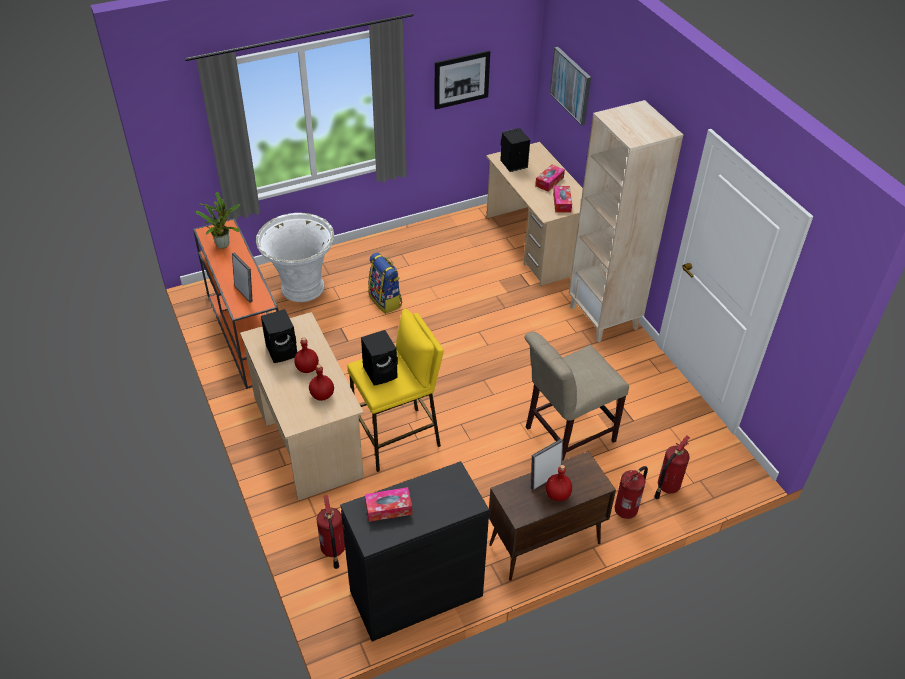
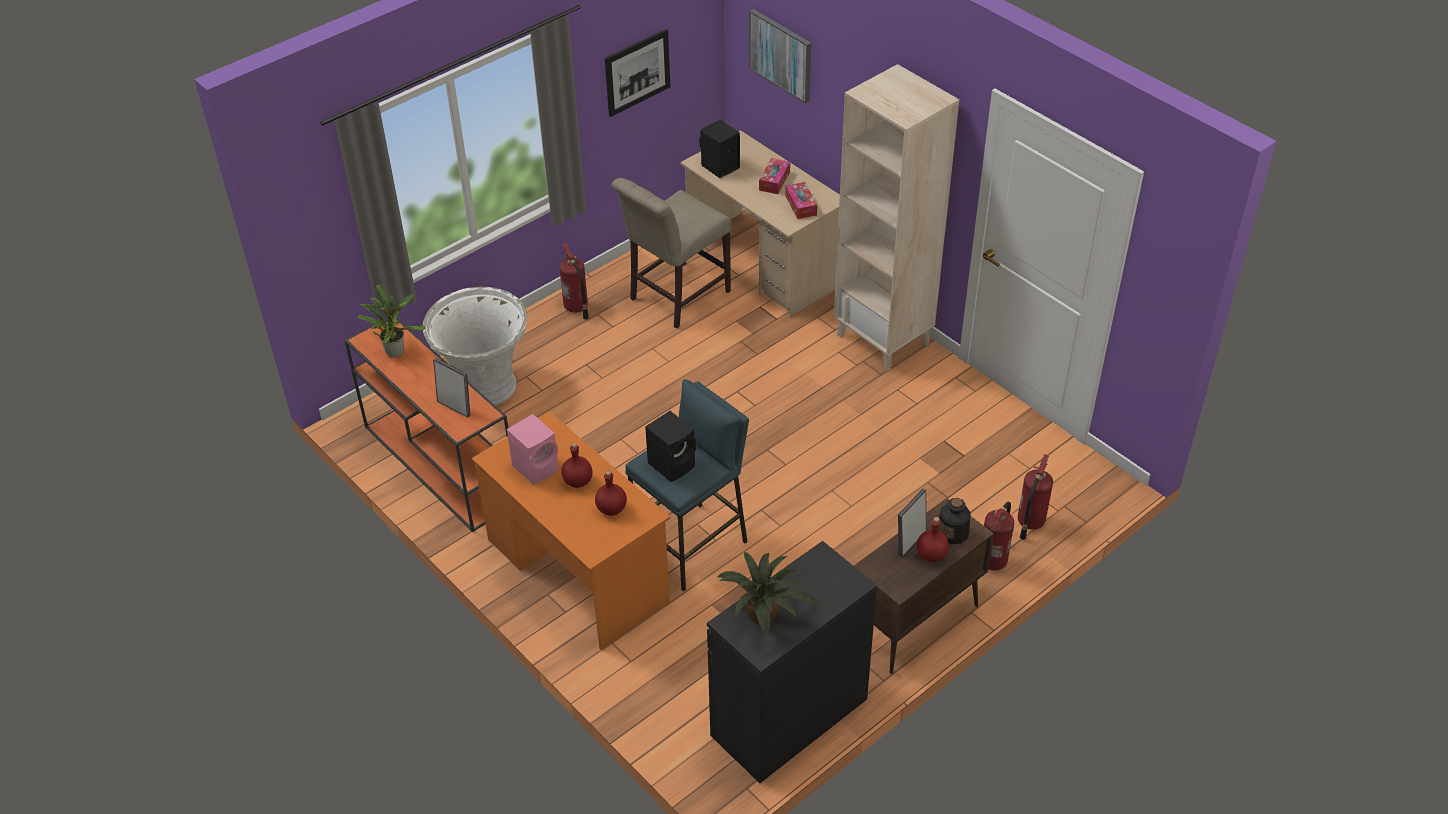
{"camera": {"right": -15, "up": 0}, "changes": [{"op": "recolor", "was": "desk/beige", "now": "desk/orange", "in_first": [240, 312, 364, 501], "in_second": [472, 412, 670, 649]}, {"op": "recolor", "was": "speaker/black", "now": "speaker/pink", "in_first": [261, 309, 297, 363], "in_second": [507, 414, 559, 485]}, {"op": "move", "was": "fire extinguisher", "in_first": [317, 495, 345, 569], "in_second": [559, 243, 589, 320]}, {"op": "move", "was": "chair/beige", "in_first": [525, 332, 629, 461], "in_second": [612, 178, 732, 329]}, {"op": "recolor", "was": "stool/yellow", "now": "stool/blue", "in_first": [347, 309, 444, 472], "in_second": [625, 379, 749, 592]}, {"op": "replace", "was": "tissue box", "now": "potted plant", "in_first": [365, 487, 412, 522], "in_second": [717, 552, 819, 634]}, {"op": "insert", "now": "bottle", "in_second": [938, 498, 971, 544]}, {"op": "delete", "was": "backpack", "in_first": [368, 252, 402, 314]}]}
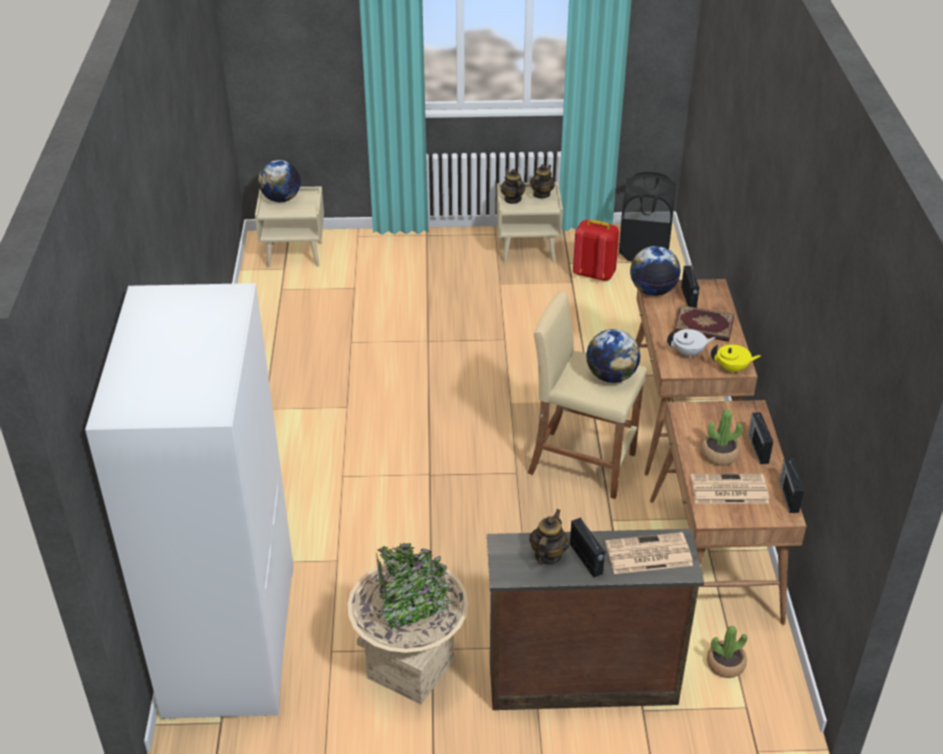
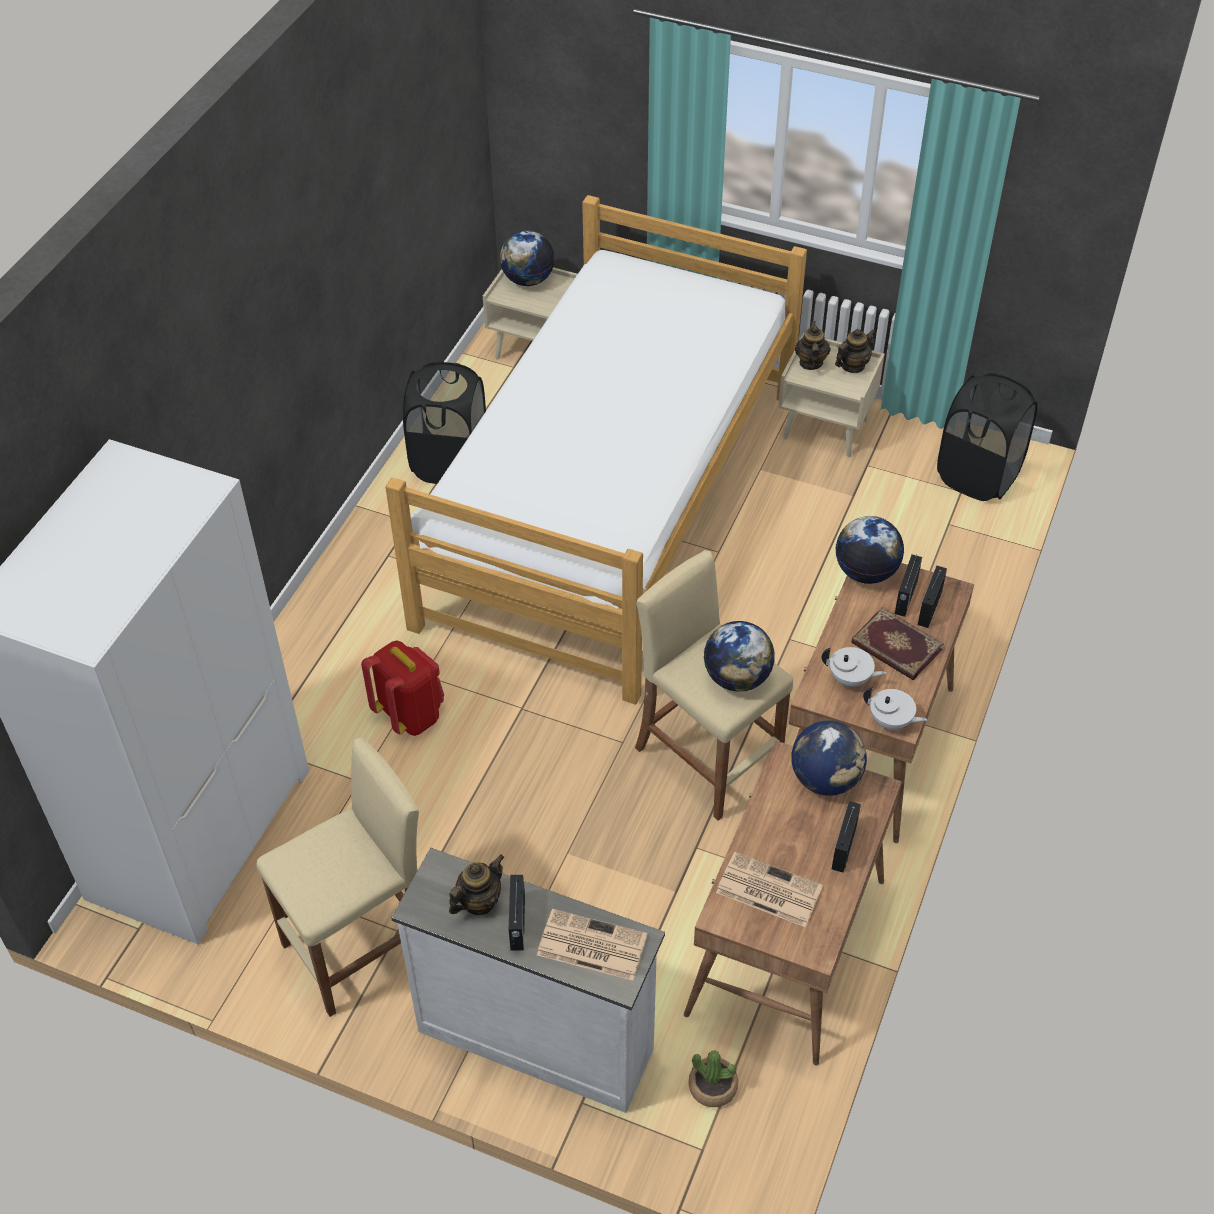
{"camera": {"right": 25, "up": 10}, "changes": [{"op": "replace", "was": "planter/beige", "now": "stool/beige", "in_first": [348, 543, 468, 705], "in_second": [257, 737, 419, 1017]}, {"op": "move", "was": "backpack/red", "in_first": [573, 219, 619, 281], "in_second": [361, 640, 444, 736]}, {"op": "insert", "now": "bed", "in_second": [385, 195, 807, 705]}, {"op": "recolor", "was": "dresser/brown", "now": "dresser/white", "in_first": [487, 529, 704, 710], "in_second": [391, 848, 665, 1113]}, {"op": "insert", "now": "laundry basket/black", "in_second": [403, 361, 486, 484]}, {"op": "insert", "now": "globe", "in_second": [791, 721, 867, 796]}, {"op": "recolor", "was": "teapot/yellow", "now": "teapot/white", "in_first": [711, 345, 761, 374], "in_second": [863, 687, 927, 730]}, {"op": "move", "was": "radio", "in_first": [779, 458, 804, 513], "in_second": [918, 565, 947, 628]}, {"op": "delete", "was": "potted plant", "in_first": [701, 409, 743, 466]}]}
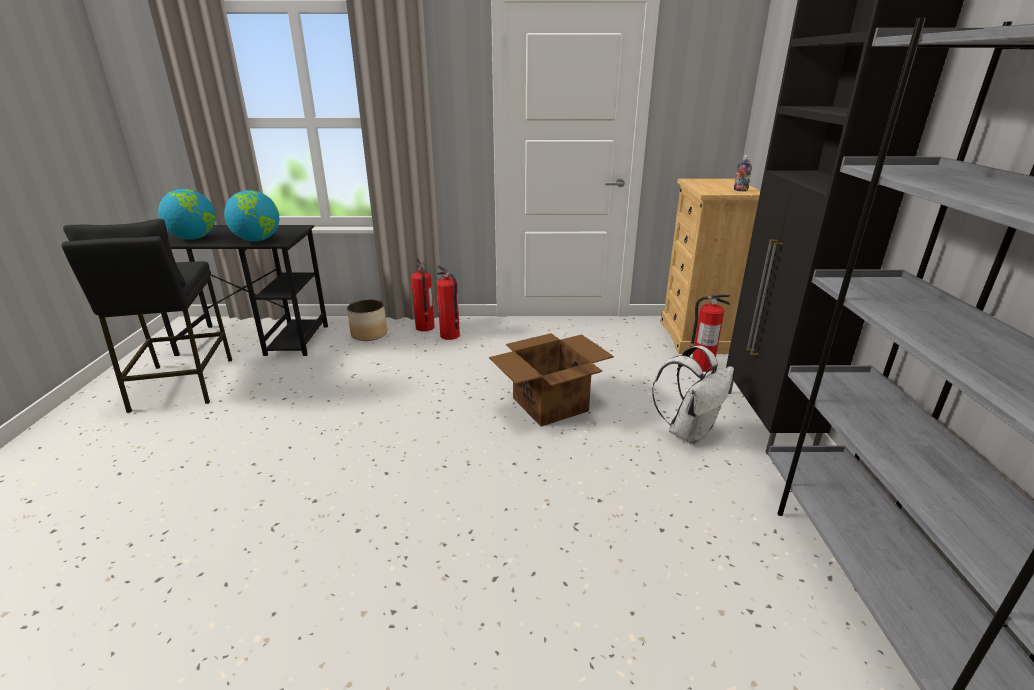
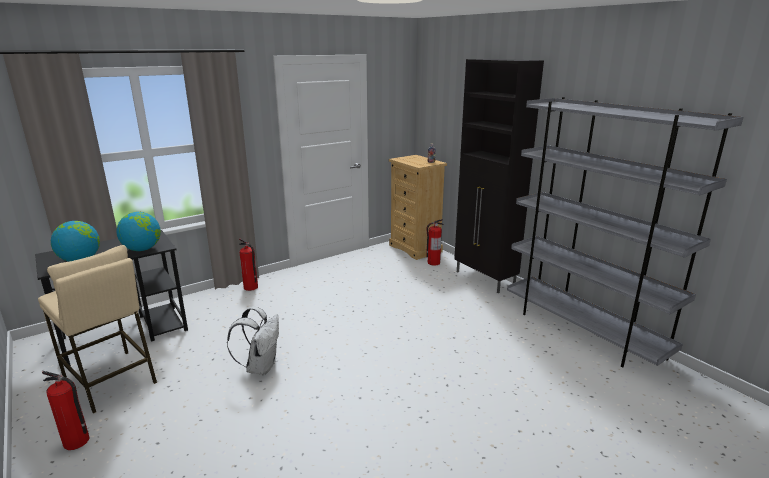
{"camera": {"right": -35, "up": -5}, "changes": [{"op": "recolor", "was": "stool/black", "now": "stool/beige", "in_first": [61, 219, 232, 413], "in_second": [38, 245, 157, 414]}, {"op": "move", "was": "fire extinguisher", "in_first": [437, 265, 460, 340], "in_second": [42, 371, 90, 450]}, {"op": "move", "was": "backpack/white", "in_first": [652, 346, 734, 444], "in_second": [227, 306, 279, 375]}, {"op": "delete", "was": "planter", "in_first": [347, 299, 387, 341]}, {"op": "delete", "was": "cardboard box", "in_first": [489, 333, 614, 426]}]}
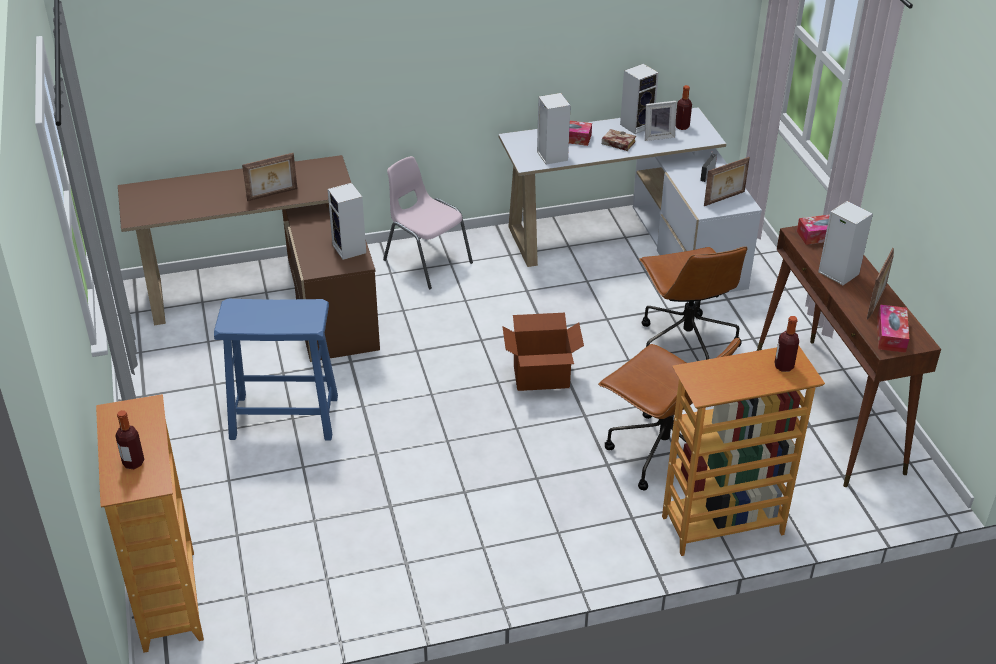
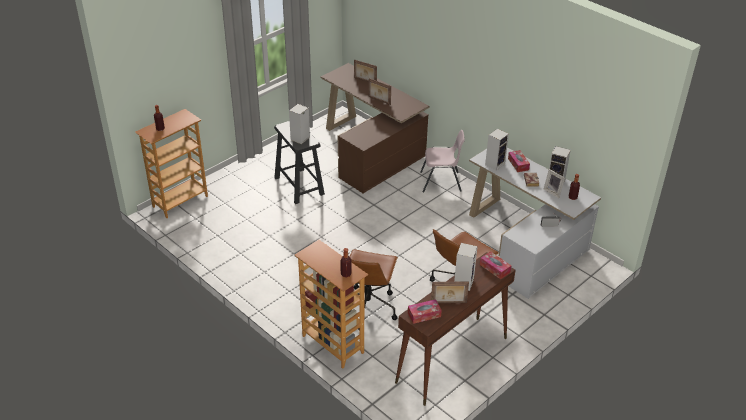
{"camera": {"right": 60, "up": 0}, "changes": [{"op": "recolor", "was": "stool/blue", "now": "stool/black", "in_first": [214, 299, 338, 440], "in_second": [274, 121, 325, 204]}, {"op": "move", "was": "speaker", "in_first": [327, 183, 366, 260], "in_second": [289, 104, 310, 144]}, {"op": "move", "was": "picture frame", "in_first": [704, 157, 750, 206], "in_second": [354, 59, 377, 82]}, {"op": "rotate", "was": "chair/pink", "in_first": [383, 156, 473, 289], "in_second": [420, 130, 465, 193], "clockwise": 75}, {"op": "delete", "was": "cardboard box", "in_first": [502, 313, 584, 391]}]}
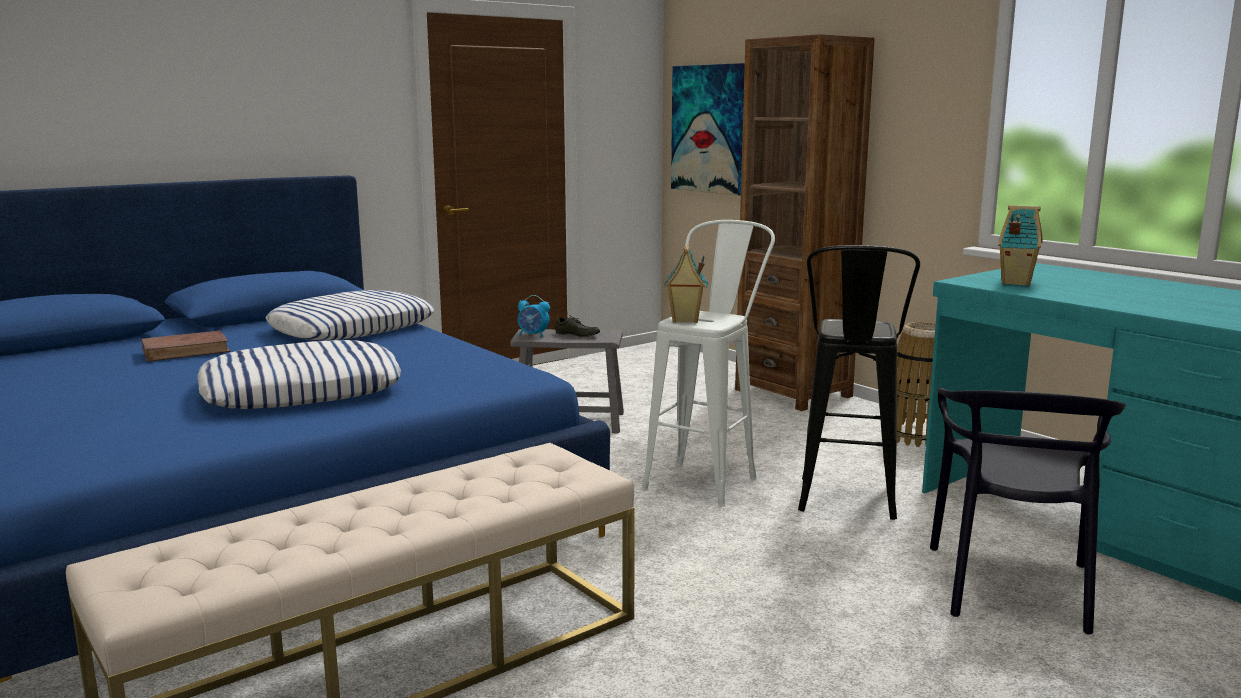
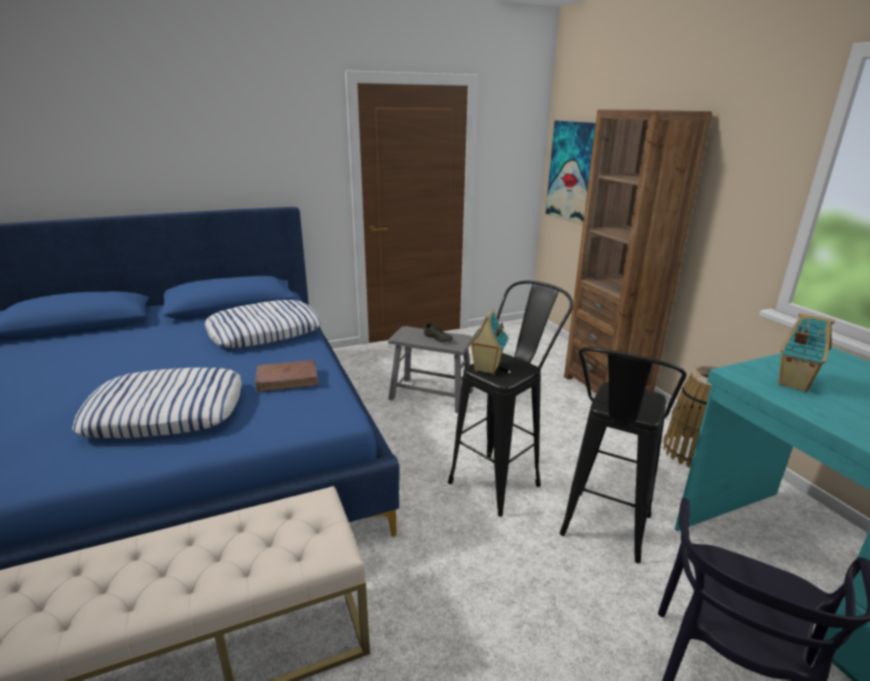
{"camera": {"right": 15, "up": 10}, "changes": [{"op": "move", "was": "book/brown", "in_first": [142, 330, 231, 362], "in_second": [255, 360, 319, 392]}, {"op": "recolor", "was": "stool/white", "now": "stool/black", "in_first": [642, 220, 775, 507], "in_second": [448, 281, 573, 517]}, {"op": "delete", "was": "alarm clock", "in_first": [518, 295, 550, 337]}]}
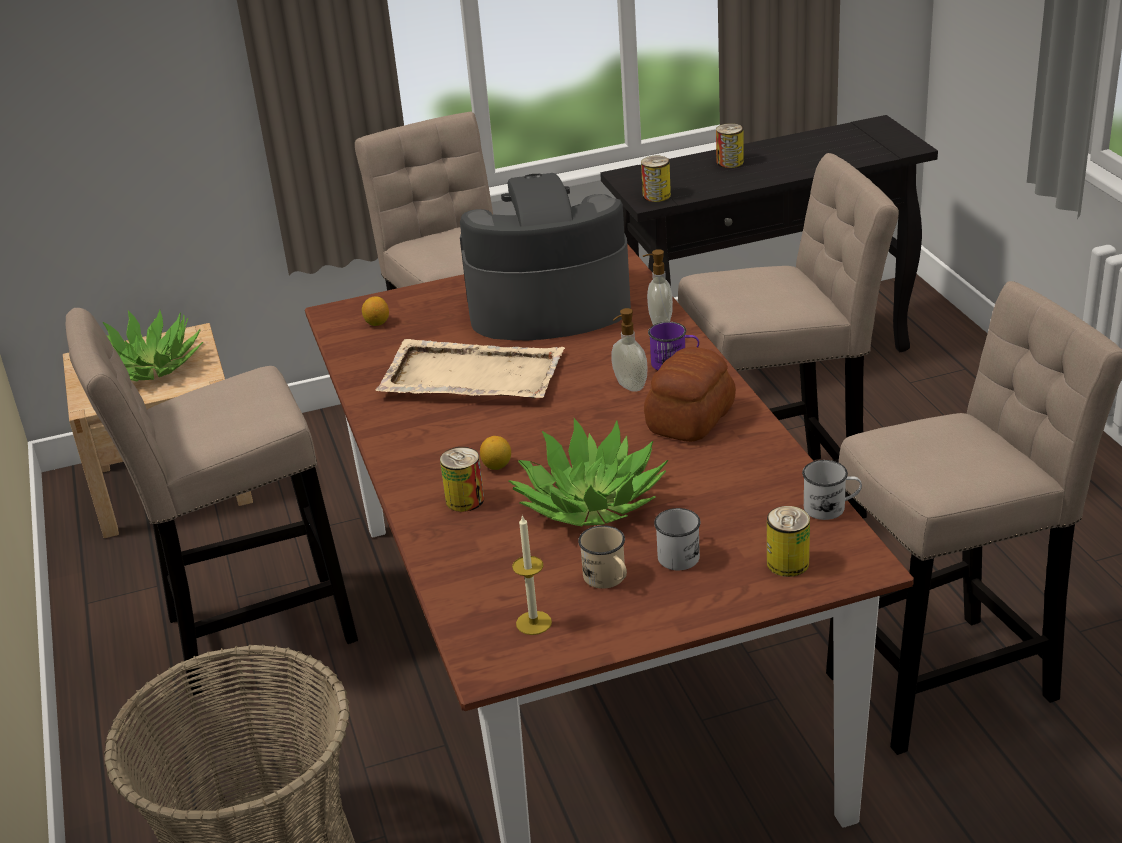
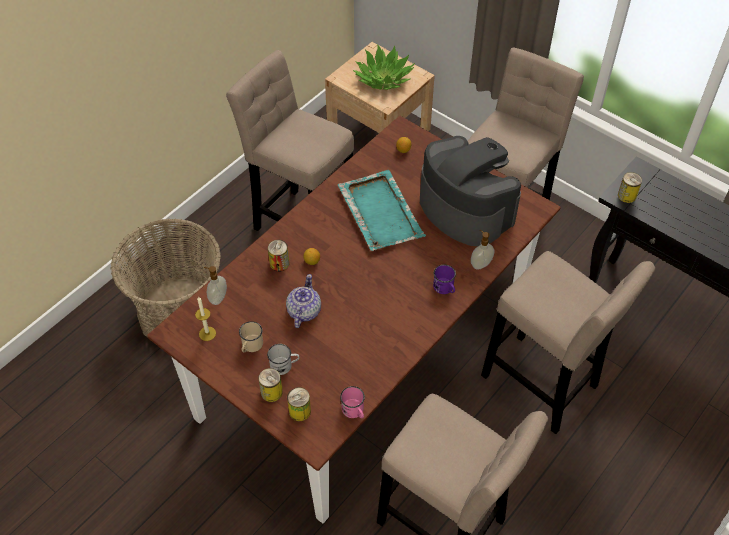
{"camera": {"right": 55, "up": 20}, "changes": [{"op": "move", "was": "soap dispenser", "in_first": [611, 308, 648, 392], "in_second": [204, 266, 227, 305]}, {"op": "move", "was": "can", "in_first": [716, 123, 744, 168], "in_second": [258, 368, 283, 402]}, {"op": "replace", "was": "potted plant", "now": "teapot", "in_first": [509, 418, 669, 526], "in_second": [286, 274, 321, 328]}, {"op": "recolor", "was": "tray/beige", "now": "tray/turquoise", "in_first": [376, 339, 565, 398], "in_second": [338, 170, 426, 251]}, {"op": "recolor", "was": "mug/white", "now": "mug/pink", "in_first": [802, 460, 862, 520], "in_second": [340, 386, 365, 418]}, {"op": "delete", "was": "bread", "in_first": [644, 347, 736, 442]}]}
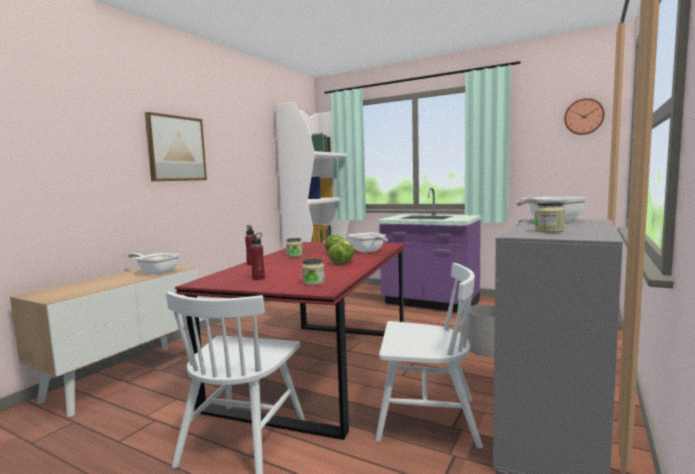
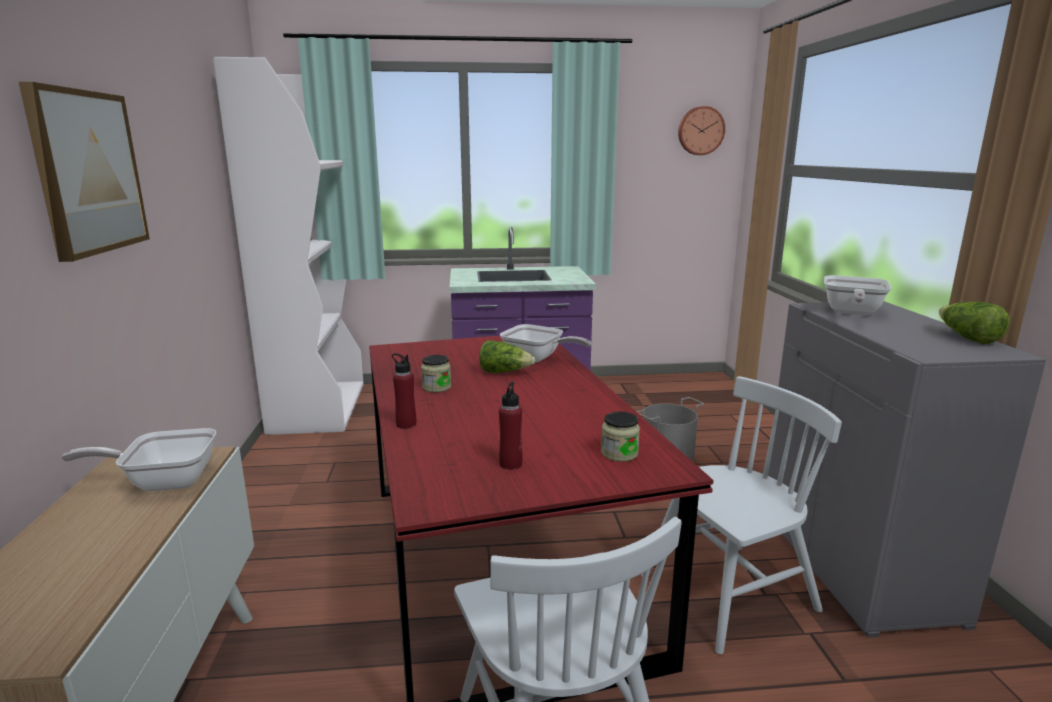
{"camera": {"right": -35, "up": 10}, "changes": [{"op": "move", "was": "lettuce", "in_first": [328, 243, 355, 265], "in_second": [939, 302, 1010, 344]}, {"op": "delete", "was": "jar", "in_first": [535, 202, 565, 233]}]}
